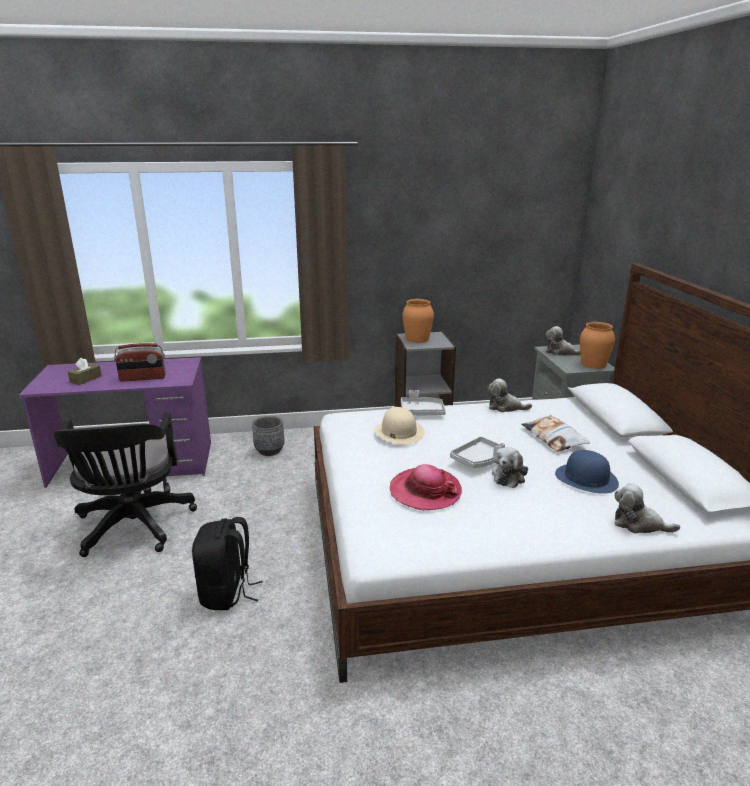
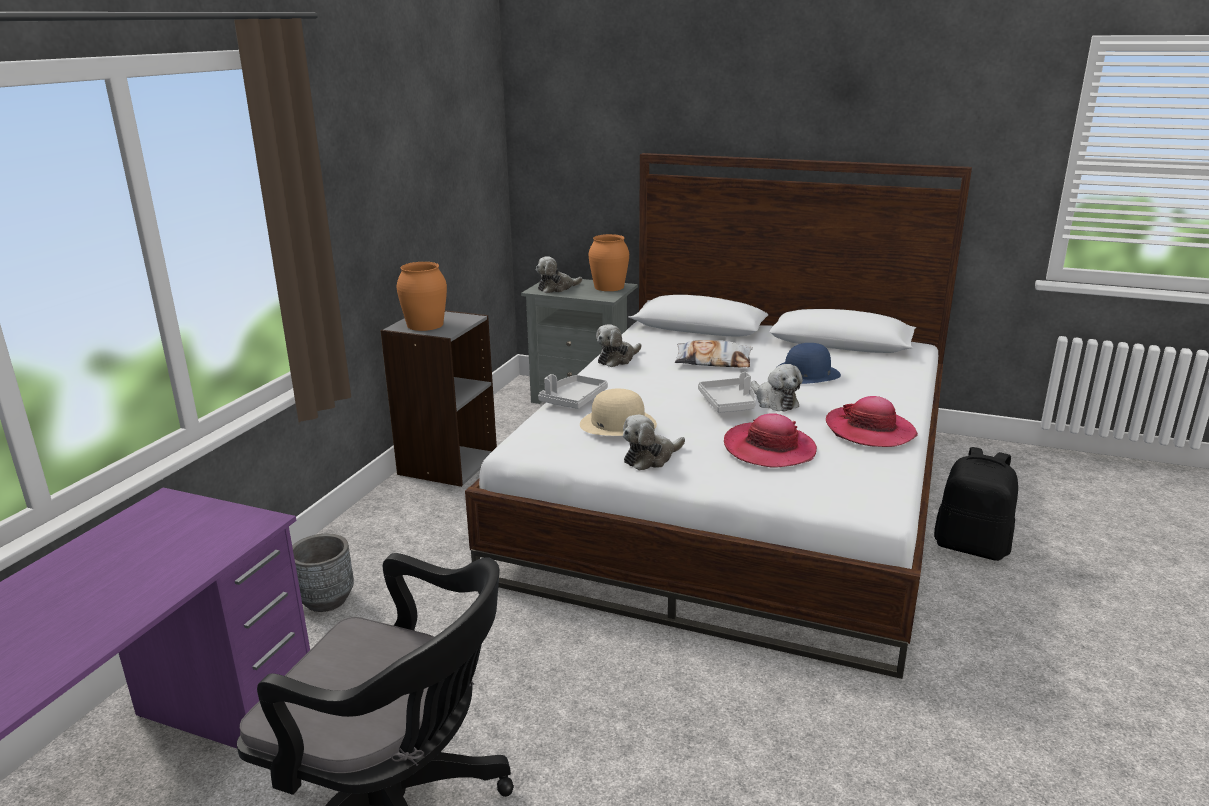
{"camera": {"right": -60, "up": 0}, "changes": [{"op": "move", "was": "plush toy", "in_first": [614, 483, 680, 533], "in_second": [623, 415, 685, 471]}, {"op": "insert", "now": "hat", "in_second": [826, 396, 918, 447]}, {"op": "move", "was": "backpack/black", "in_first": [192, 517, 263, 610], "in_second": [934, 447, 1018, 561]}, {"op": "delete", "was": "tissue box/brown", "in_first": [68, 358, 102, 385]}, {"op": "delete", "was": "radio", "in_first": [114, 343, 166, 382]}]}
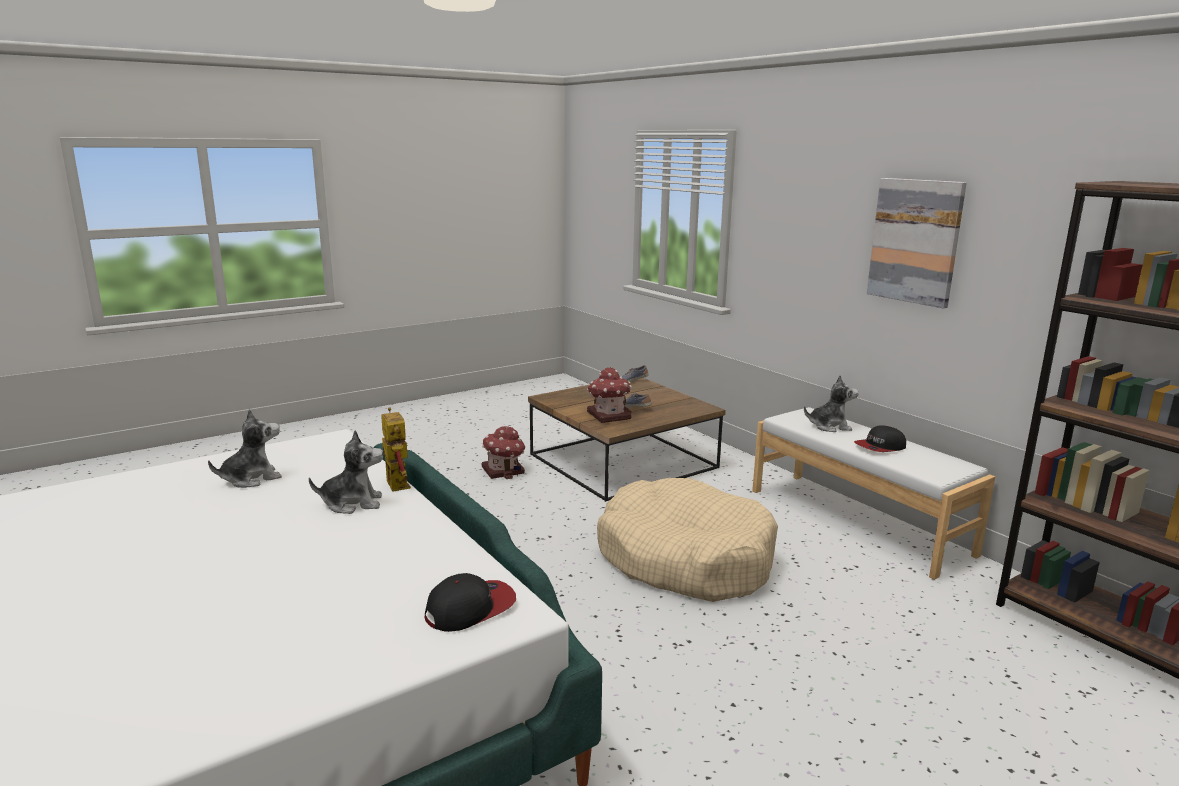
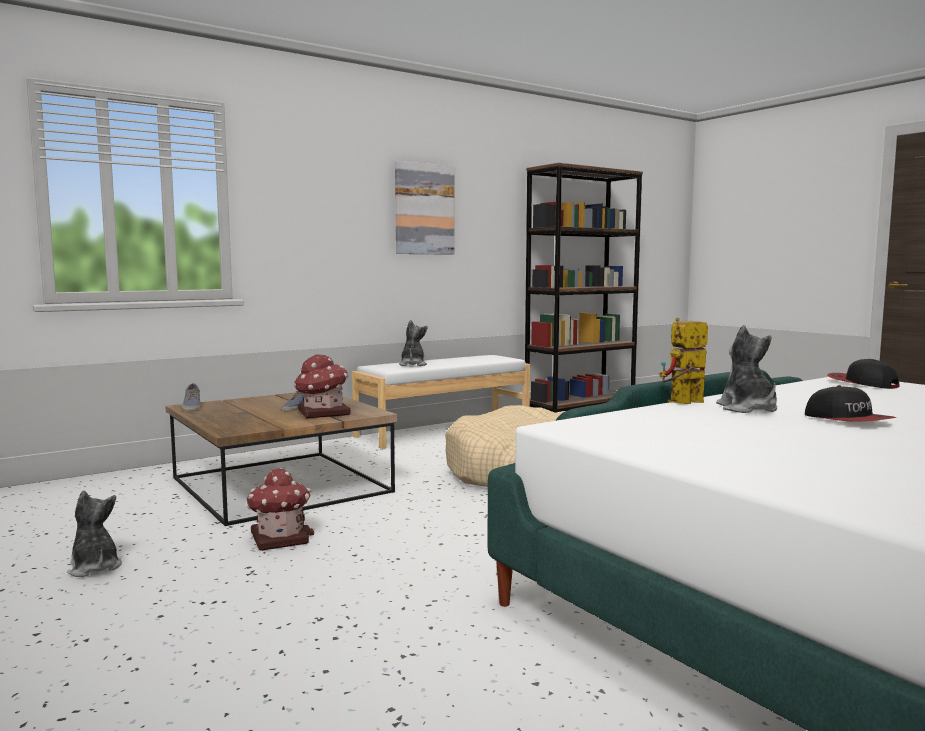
{"camera": {"right": -90, "up": -10}, "changes": [{"op": "move", "was": "plush toy", "in_first": [208, 409, 282, 488], "in_second": [67, 491, 122, 577]}, {"op": "move", "was": "cap", "in_first": [854, 425, 906, 452], "in_second": [805, 385, 897, 422]}]}
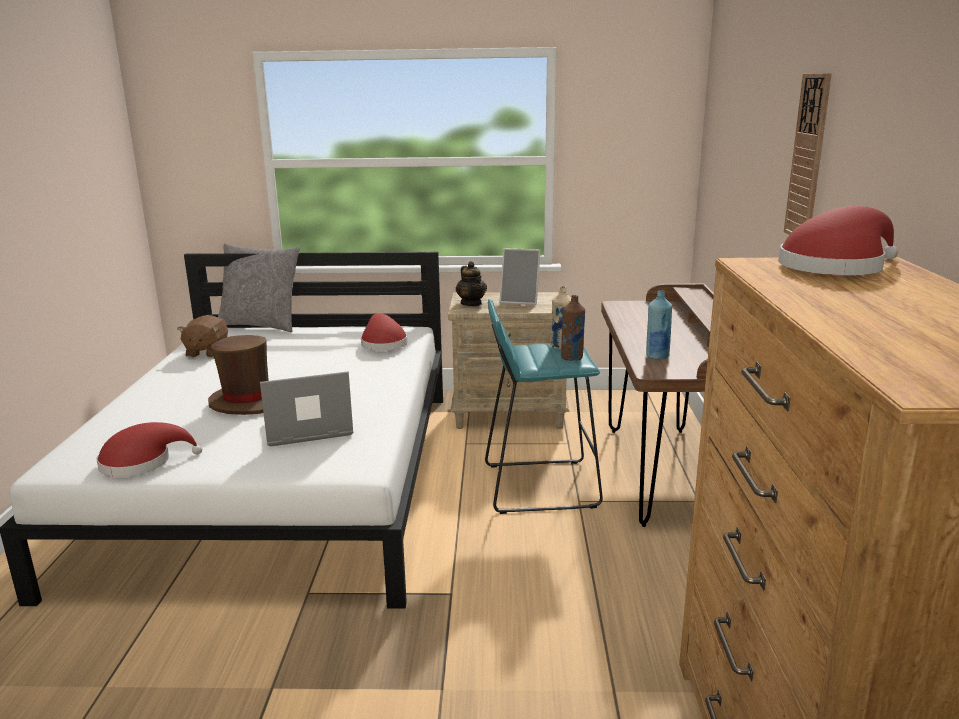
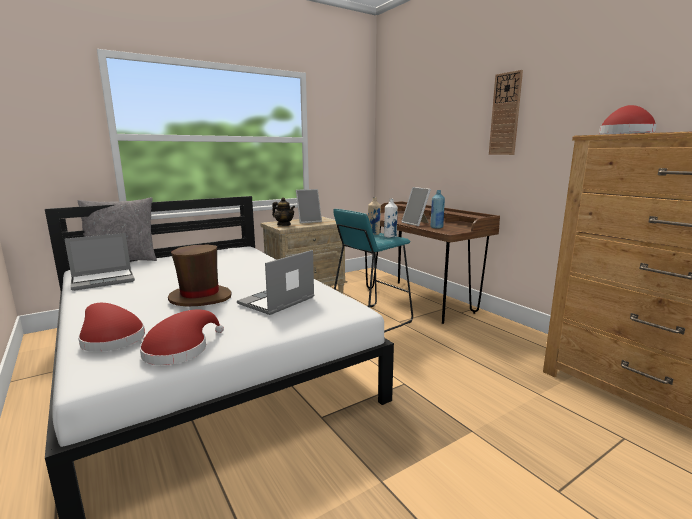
{"camera": {"right": -35, "up": -5}, "changes": [{"op": "replace", "was": "plush toy/brown", "now": "laptop", "in_first": [177, 315, 228, 358], "in_second": [64, 233, 135, 291]}, {"op": "move", "was": "hat/red", "in_first": [361, 313, 407, 351], "in_second": [78, 303, 145, 352]}, {"op": "recolor", "was": "bottle/brown", "now": "bottle/white", "in_first": [561, 295, 585, 361], "in_second": [384, 199, 398, 238]}, {"op": "insert", "now": "picture frame", "in_second": [401, 187, 431, 226]}]}
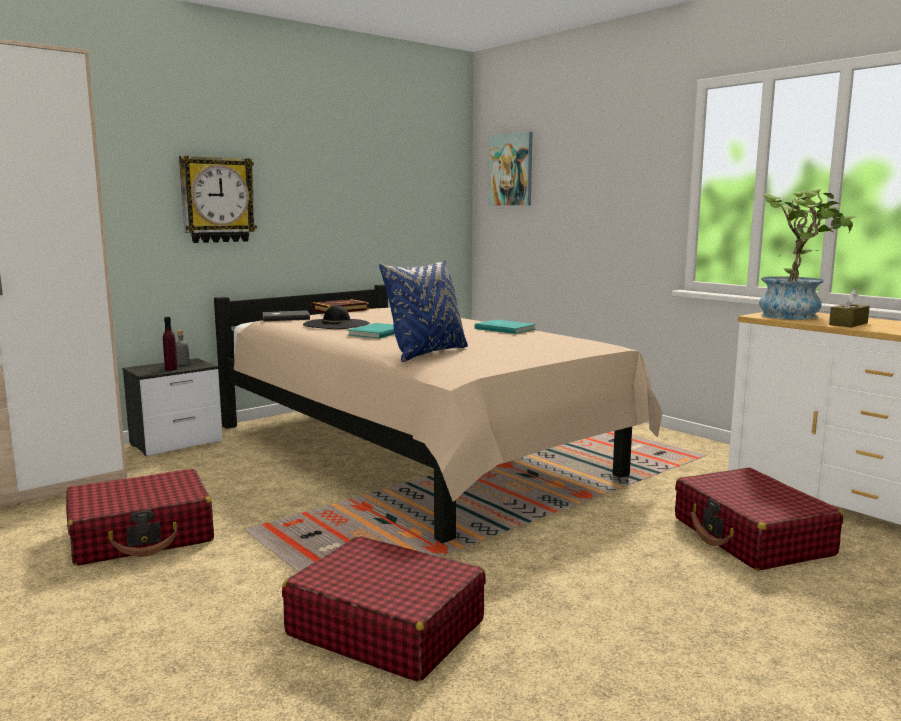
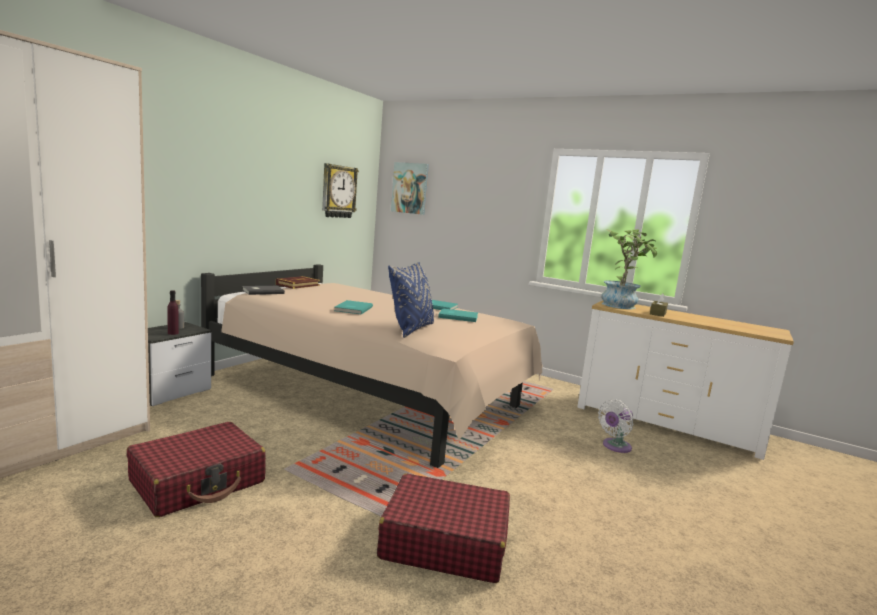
{"camera": {"right": -20, "up": 0}, "changes": [{"op": "move", "was": "wall clock", "in_first": [179, 156, 257, 243], "in_second": [322, 163, 359, 218]}, {"op": "insert", "now": "book/turquoise", "in_second": [438, 308, 478, 322]}, {"op": "replace", "was": "suitcase/red", "now": "fan/white", "in_first": [675, 468, 843, 571], "in_second": [598, 399, 634, 453]}, {"op": "delete", "was": "hat/black", "in_first": [303, 305, 370, 329]}]}
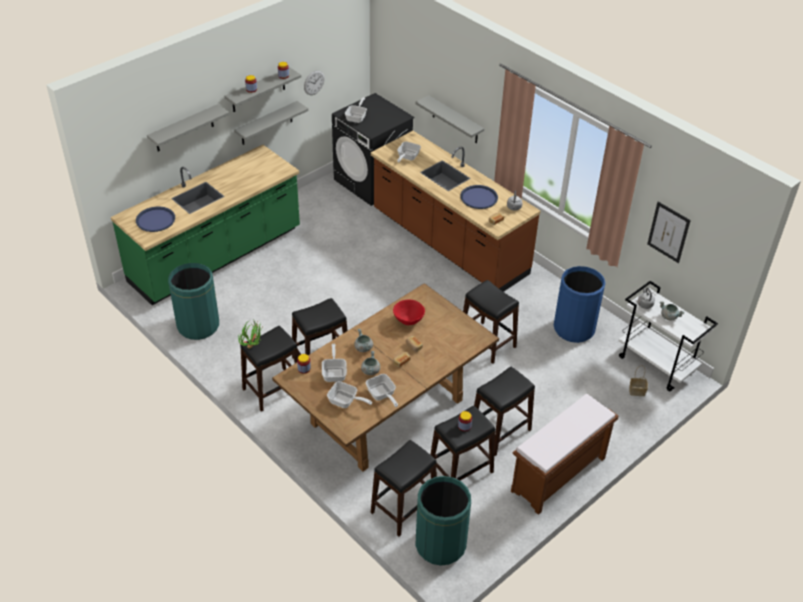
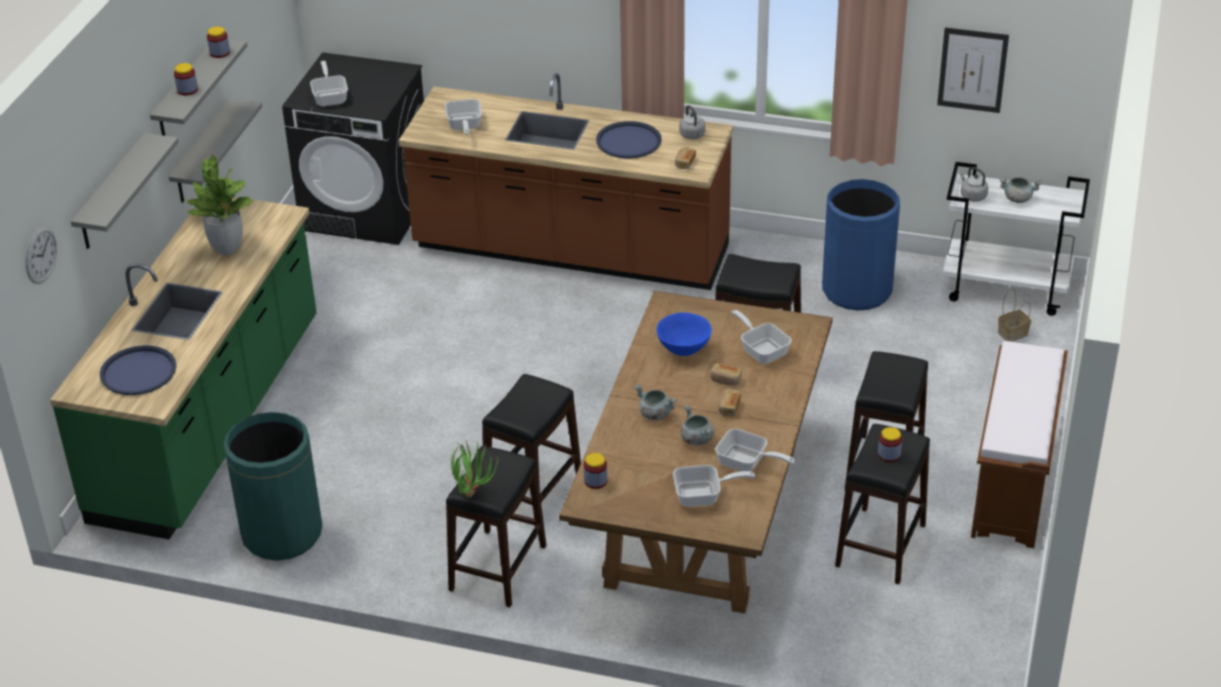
{"camera": {"right": -30, "up": -5}, "changes": [{"op": "move", "was": "wall clock", "in_first": [304, 70, 325, 95], "in_second": [25, 226, 57, 284]}, {"op": "insert", "now": "potted plant", "in_second": [186, 154, 253, 255]}, {"op": "recolor", "was": "bowl/red", "now": "bowl/blue", "in_first": [393, 299, 425, 325], "in_second": [656, 312, 712, 356]}, {"op": "move", "was": "frying pan", "in_first": [322, 344, 347, 382], "in_second": [731, 310, 792, 364]}, {"op": "delete", "was": "stool/black", "in_first": [371, 440, 437, 536]}, {"op": "delete", "was": "shelf/grey", "in_first": [415, 95, 484, 143]}, {"op": "delete", "was": "trash can/green", "in_first": [416, 476, 471, 566]}]}
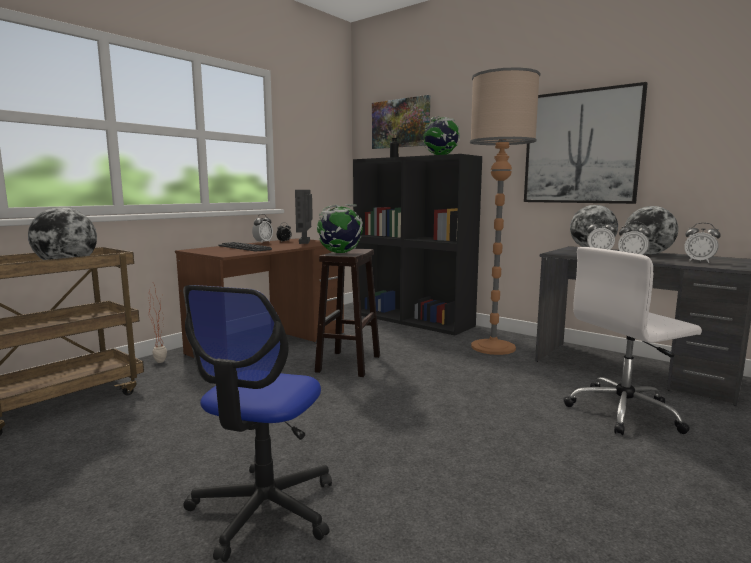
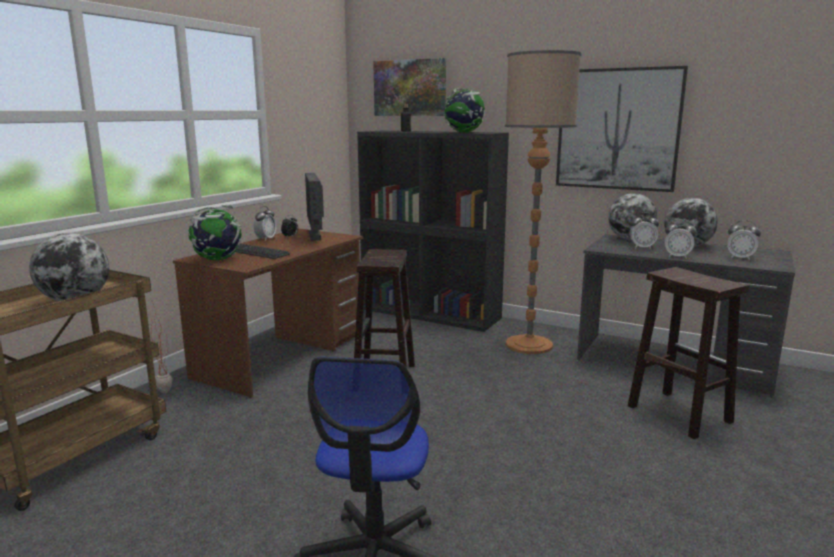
{"camera": {"right": -10, "up": 5}, "changes": [{"op": "move", "was": "globe", "in_first": [317, 204, 363, 253], "in_second": [188, 205, 242, 260]}, {"op": "replace", "was": "office chair/white", "now": "stool/brown", "in_first": [563, 247, 702, 435], "in_second": [628, 267, 749, 439]}]}
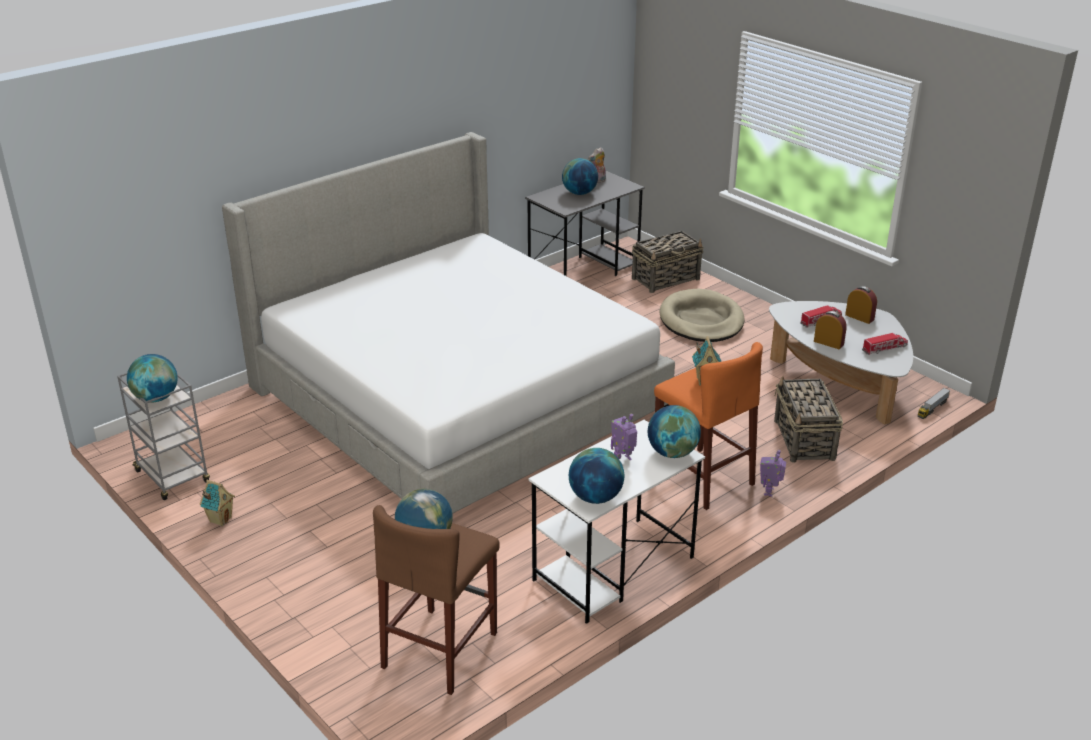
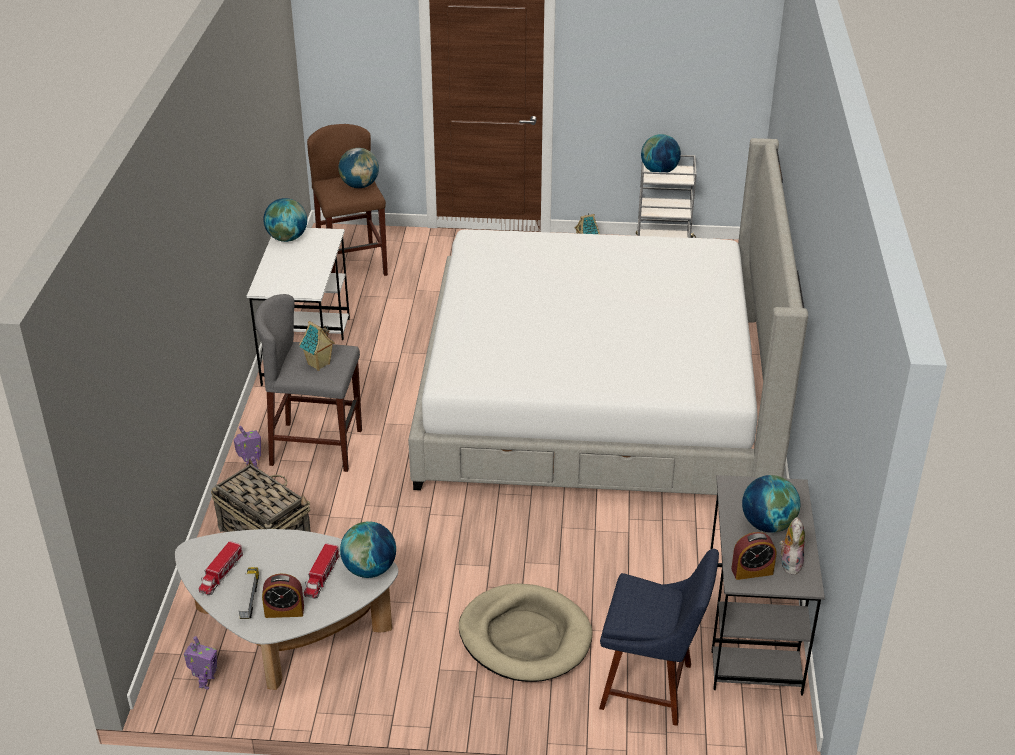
{"camera": {"right": 135, "up": 5}, "changes": [{"op": "move", "was": "toy robot", "in_first": [611, 414, 637, 460], "in_second": [184, 636, 217, 689]}, {"op": "move", "was": "toy truck", "in_first": [918, 388, 950, 419], "in_second": [238, 567, 259, 619]}, {"op": "recolor", "was": "stool/orange", "now": "stool/grey", "in_first": [654, 342, 763, 510], "in_second": [255, 294, 362, 472]}, {"op": "move", "was": "globe", "in_first": [648, 405, 701, 458], "in_second": [340, 522, 396, 578]}, {"op": "replace", "was": "basket", "now": "chair/blue", "in_first": [632, 231, 703, 293], "in_second": [599, 549, 719, 726]}, {"op": "move", "was": "alarm clock", "in_first": [814, 311, 847, 349], "in_second": [731, 532, 776, 580]}]}
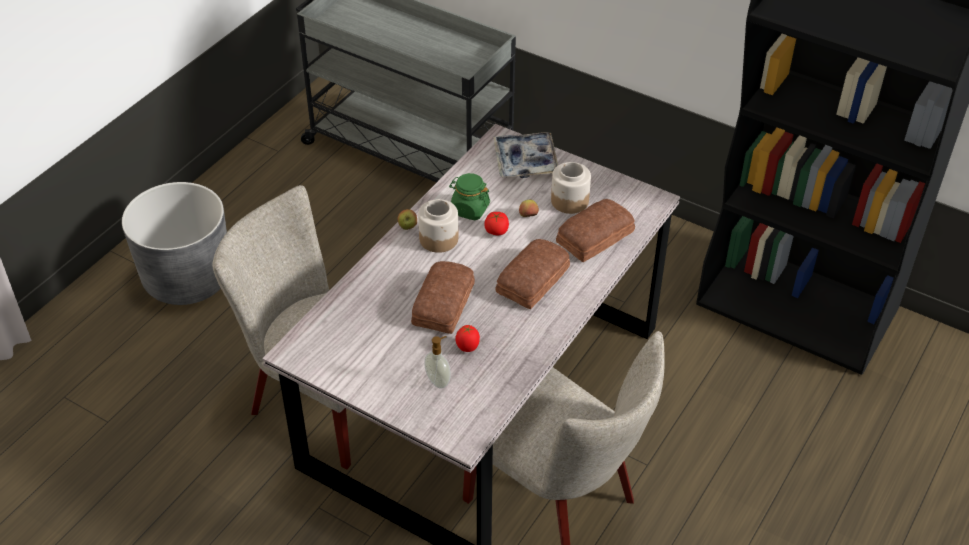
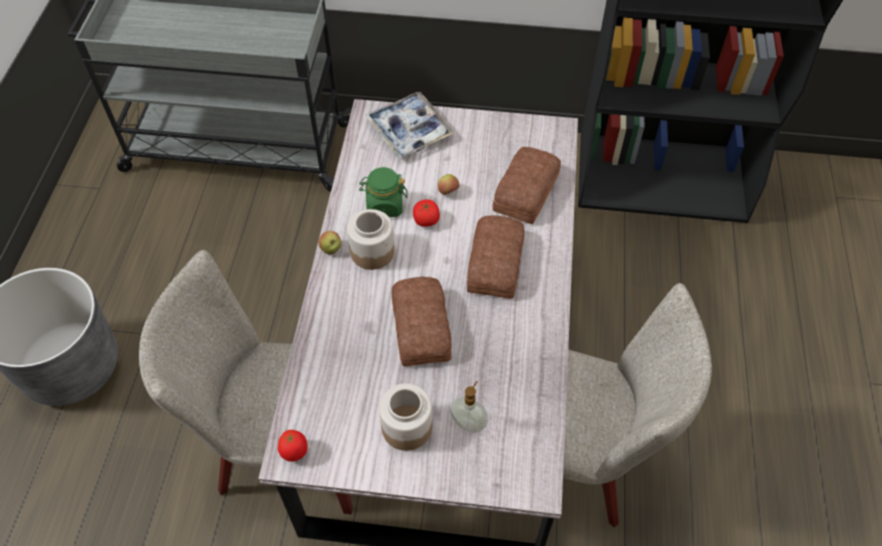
{"camera": {"right": -25, "up": 10}, "changes": [{"op": "move", "was": "tomato", "in_first": [455, 325, 480, 352], "in_second": [278, 430, 308, 462]}, {"op": "move", "was": "jar", "in_first": [551, 162, 591, 214], "in_second": [379, 383, 432, 451]}]}
